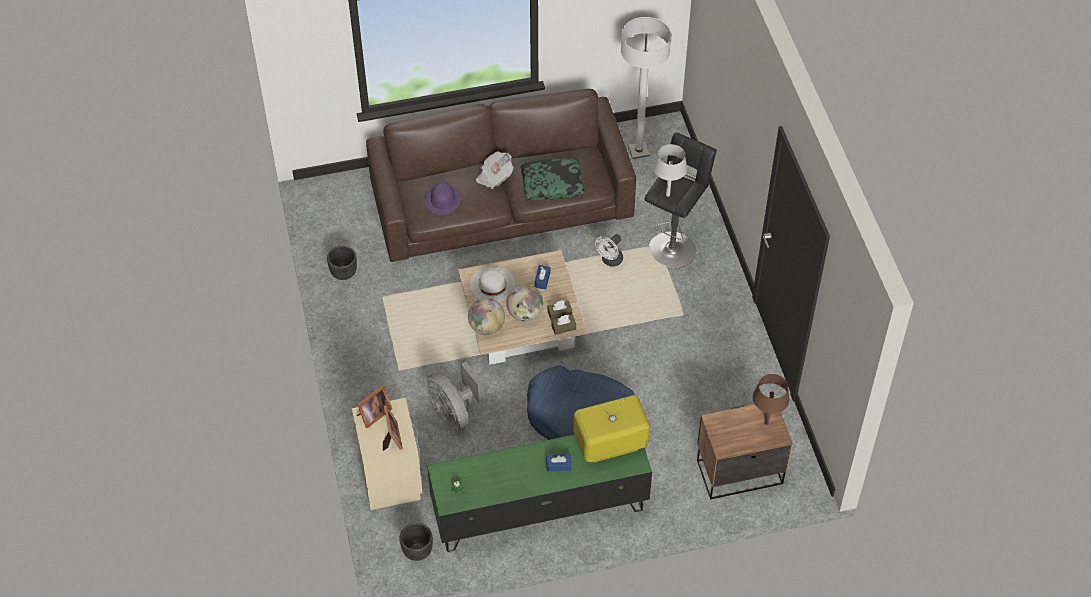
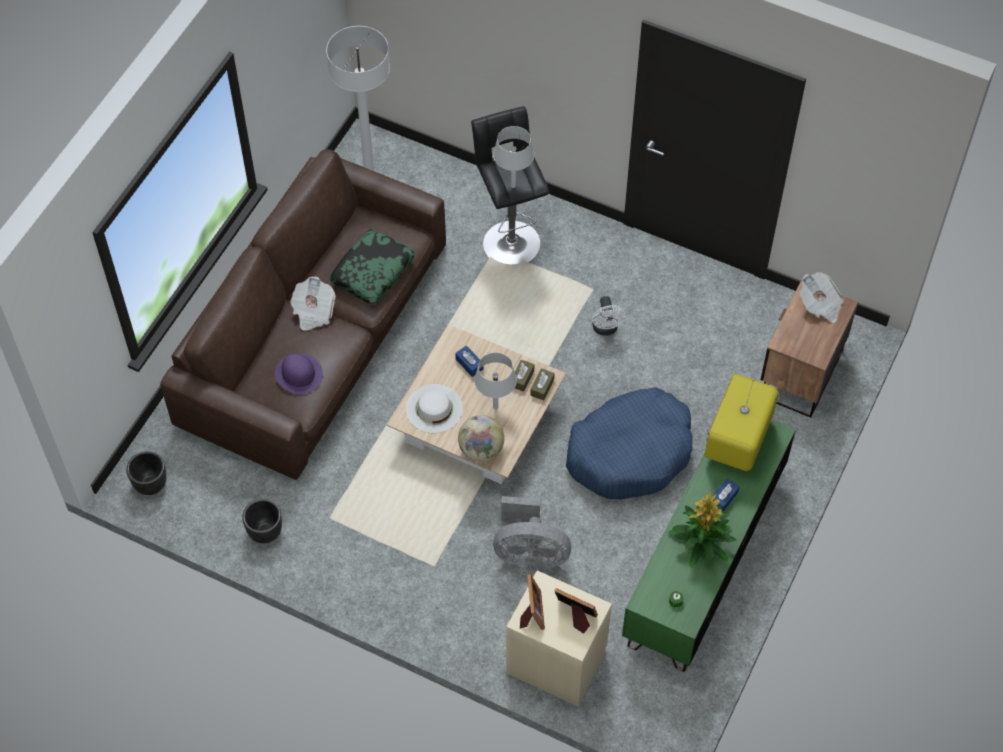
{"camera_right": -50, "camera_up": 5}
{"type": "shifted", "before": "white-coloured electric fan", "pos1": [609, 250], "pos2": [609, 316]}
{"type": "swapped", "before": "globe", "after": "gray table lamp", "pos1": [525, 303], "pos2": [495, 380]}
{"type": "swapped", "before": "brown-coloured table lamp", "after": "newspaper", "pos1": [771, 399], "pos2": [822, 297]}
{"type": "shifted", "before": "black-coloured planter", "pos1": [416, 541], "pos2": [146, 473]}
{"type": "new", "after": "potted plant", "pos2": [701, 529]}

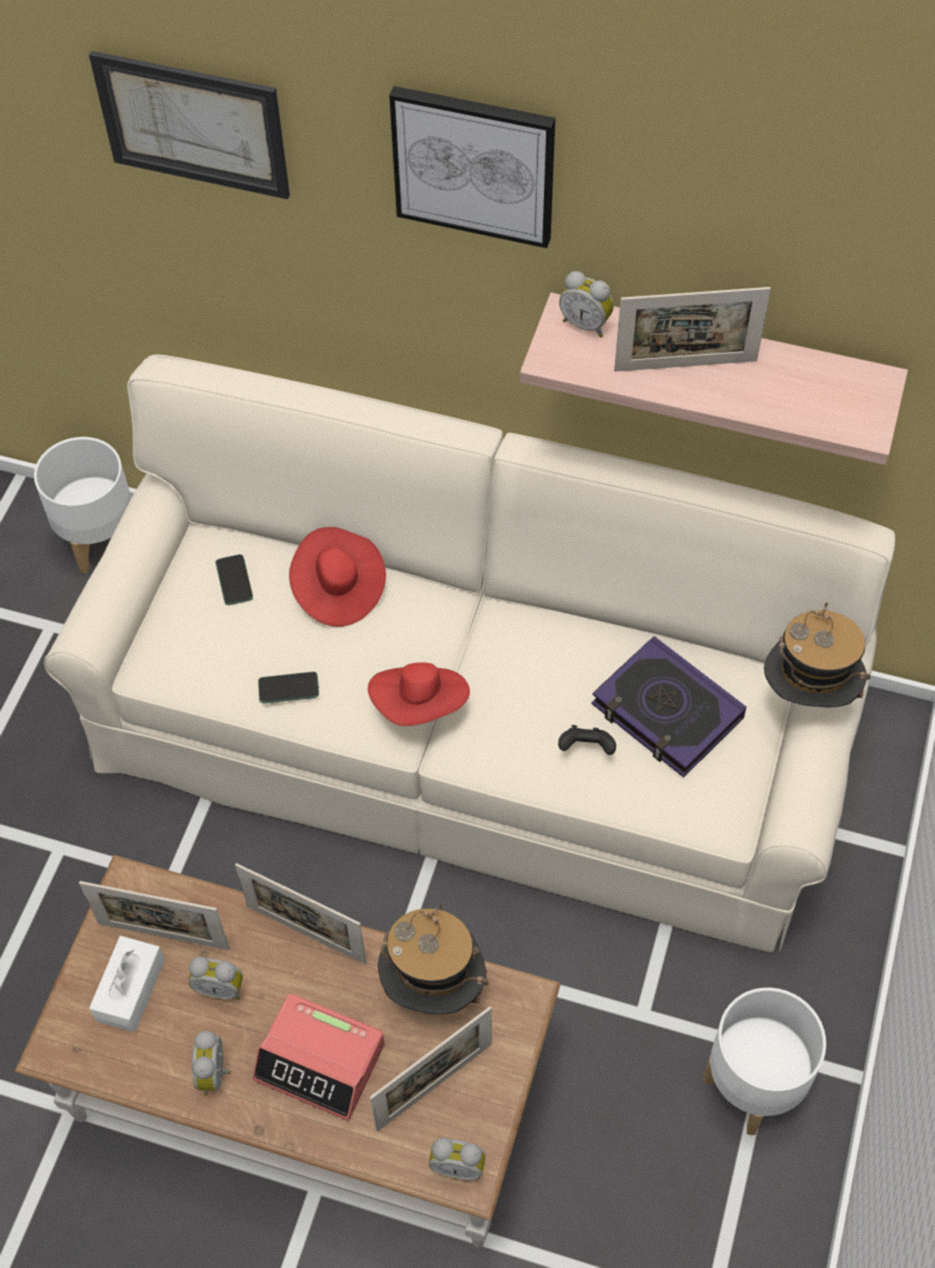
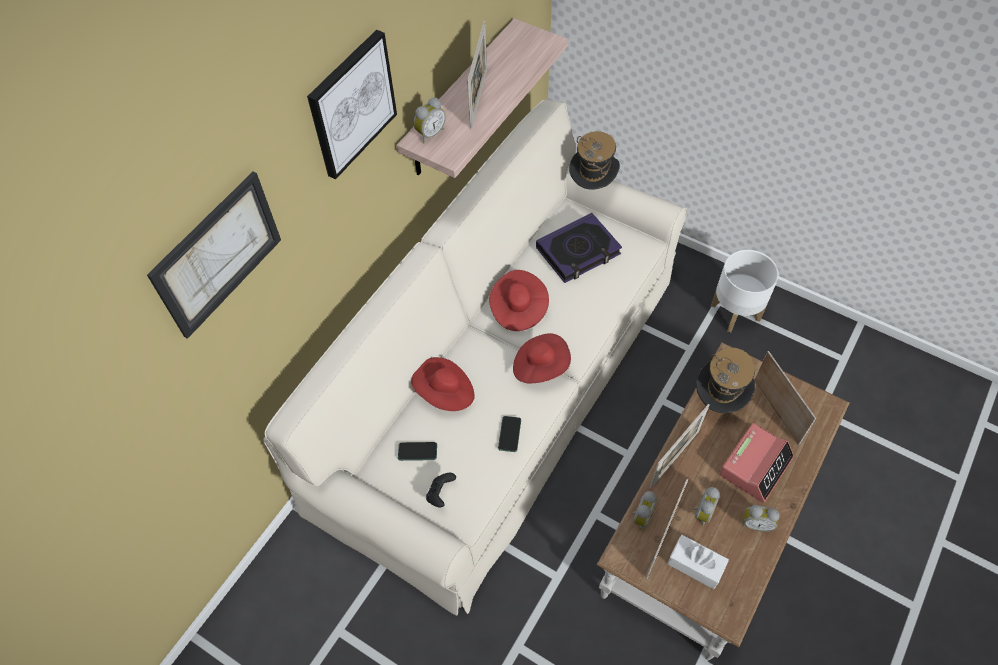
{"camera_right": -75, "camera_up": 0}
{"type": "gone", "before": "white-coloured planter", "pos1": [82, 505]}
{"type": "shifted", "before": "black-coloured game controller", "pos1": [587, 740], "pos2": [441, 490]}
{"type": "shifted", "before": "bedside clock", "pos1": [457, 1159], "pos2": [644, 510]}
{"type": "new", "after": "reddish wearable hat", "pos2": [519, 300]}

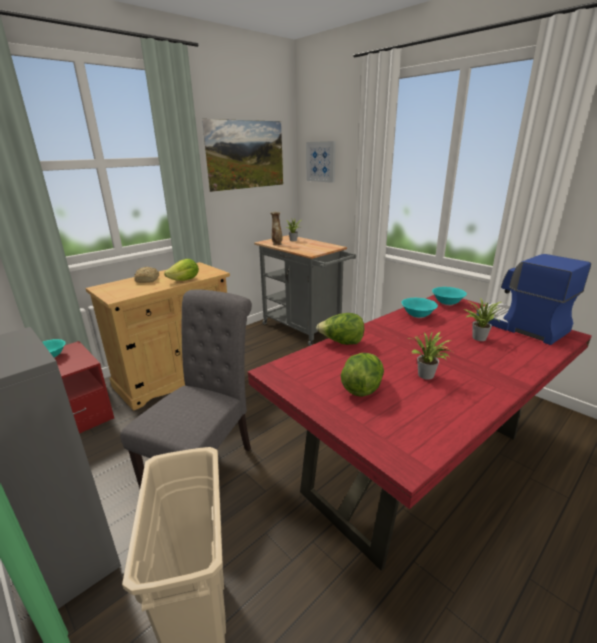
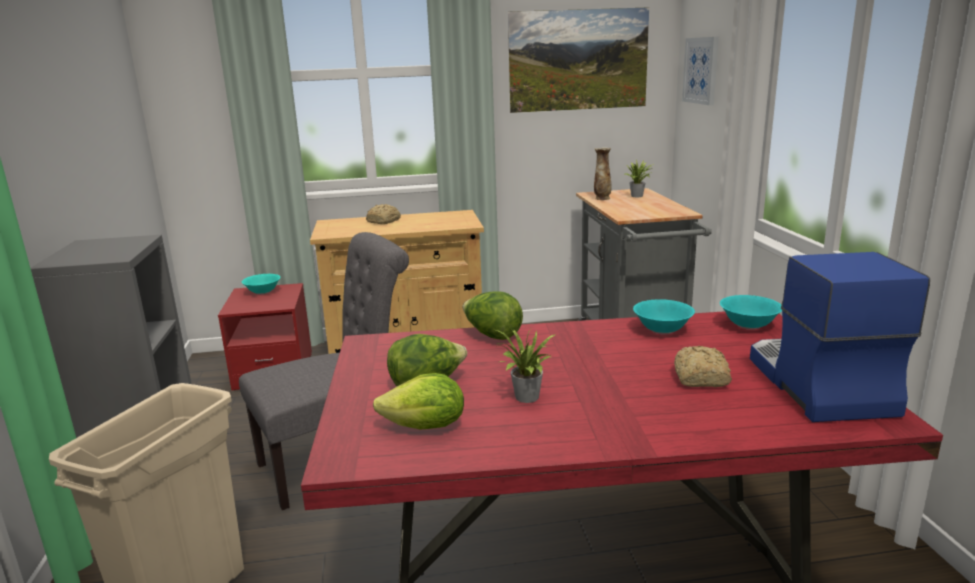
{"camera_right": 35, "camera_up": -5}
{"type": "shifted", "before": "lettuce head", "pos1": [181, 270], "pos2": [418, 401]}
{"type": "swapped", "before": "potted plant", "after": "baked bread", "pos1": [482, 319], "pos2": [703, 366]}

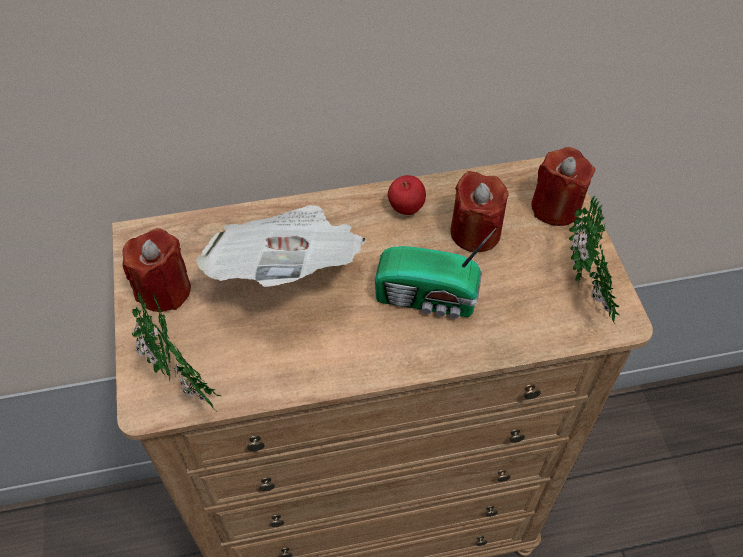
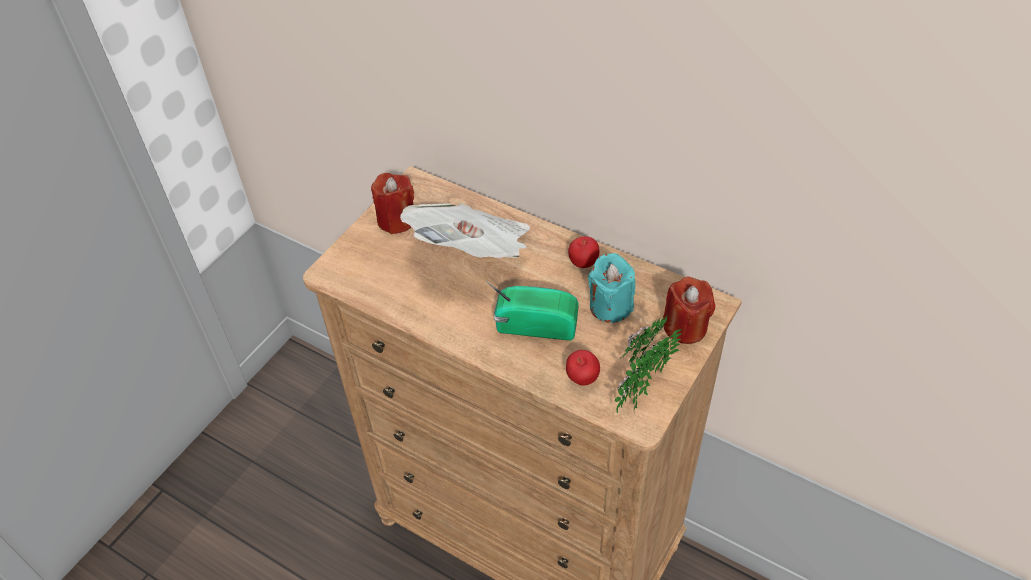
{"camera_right": 45, "camera_up": -5}
{"type": "repainted", "before": "reddish wax light", "after": "turquoise wax light", "pos1": [480, 211], "pos2": [612, 288]}
{"type": "rotated", "before": "radio set", "pos1": [435, 273], "pos2": [532, 311], "turn": 135}
{"type": "gone", "before": "potted plant", "pos1": [177, 352]}
{"type": "new", "after": "whole apple", "pos2": [583, 367]}

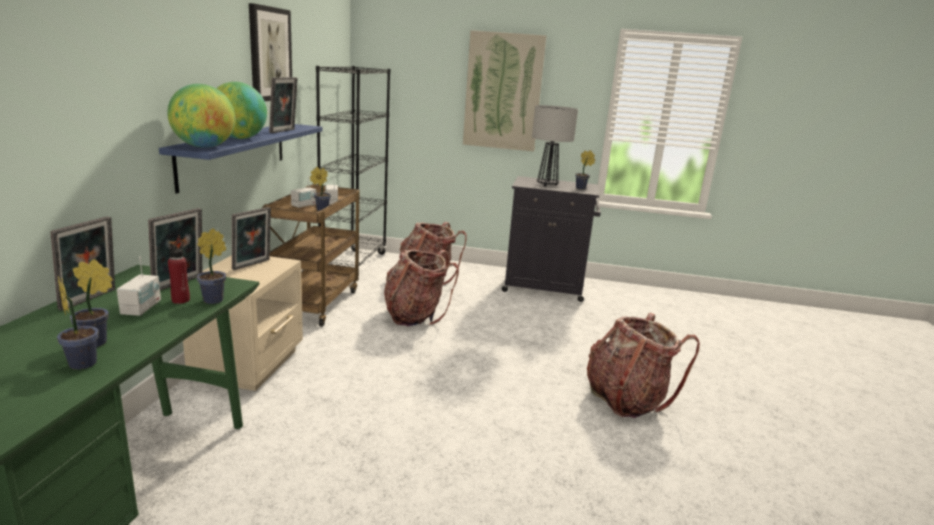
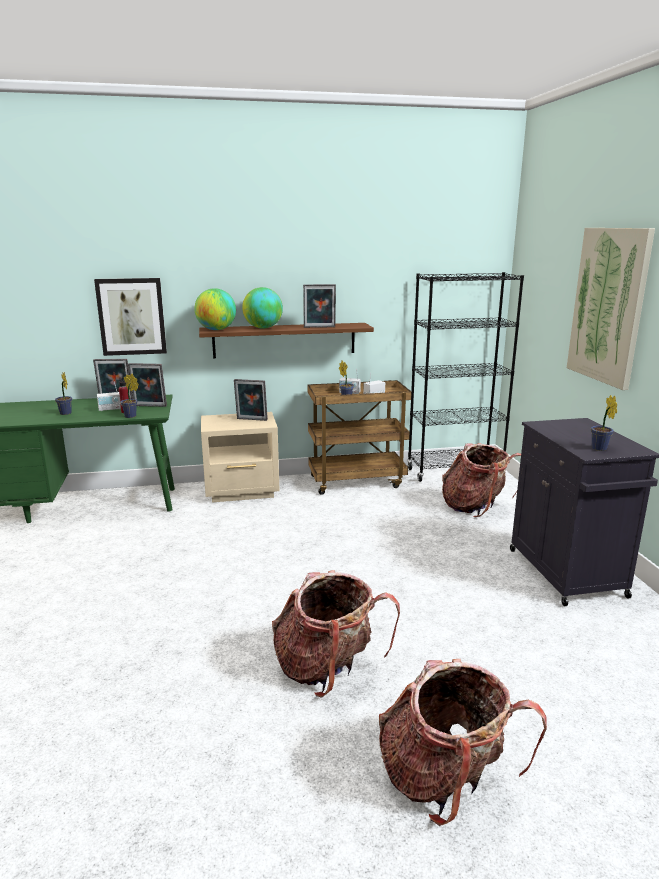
{"camera_right": 70, "camera_up": 0}
{"type": "shifted", "before": "picture", "pos1": [270, 52], "pos2": [130, 317]}
{"type": "gone", "before": "table lamp", "pos1": [555, 146]}
{"type": "repainted", "before": "blue wall shelf", "after": "brown-coloured wall shelf", "pos1": [240, 158], "pos2": [286, 340]}
{"type": "shifted", "before": "knapsack", "pos1": [421, 288], "pos2": [463, 742]}
{"type": "gone", "before": "potted plant", "pos1": [78, 323]}

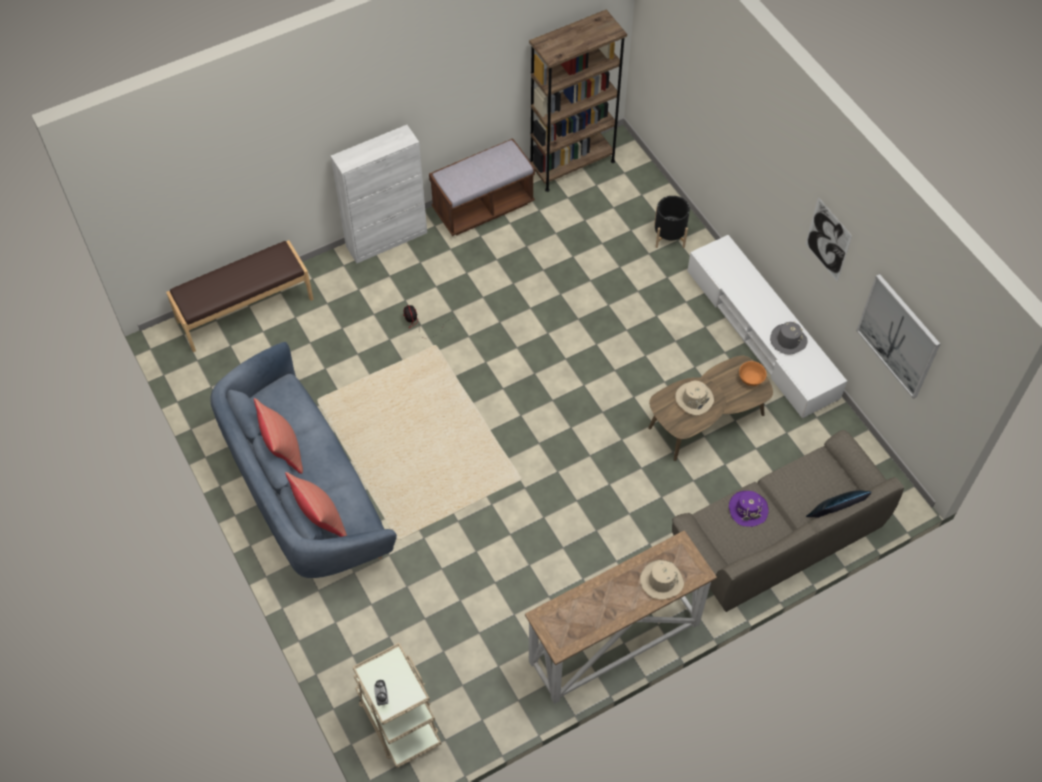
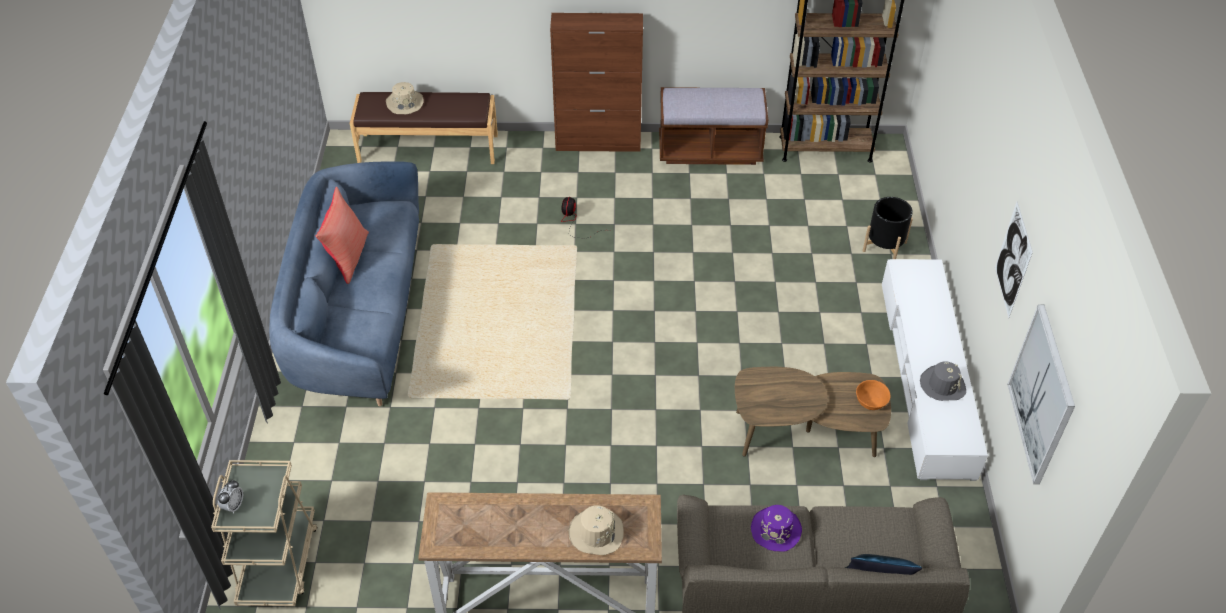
{"camera_right": 30, "camera_up": -10}
{"type": "repainted", "before": "white-coloured cabinet", "after": "brown-coloured cabinet", "pos1": [379, 194], "pos2": [596, 82]}
{"type": "shifted", "before": "sand-coloured wearable hat", "pos1": [694, 398], "pos2": [405, 98]}
{"type": "gone", "before": "reddish throw pillow", "pos1": [316, 504]}

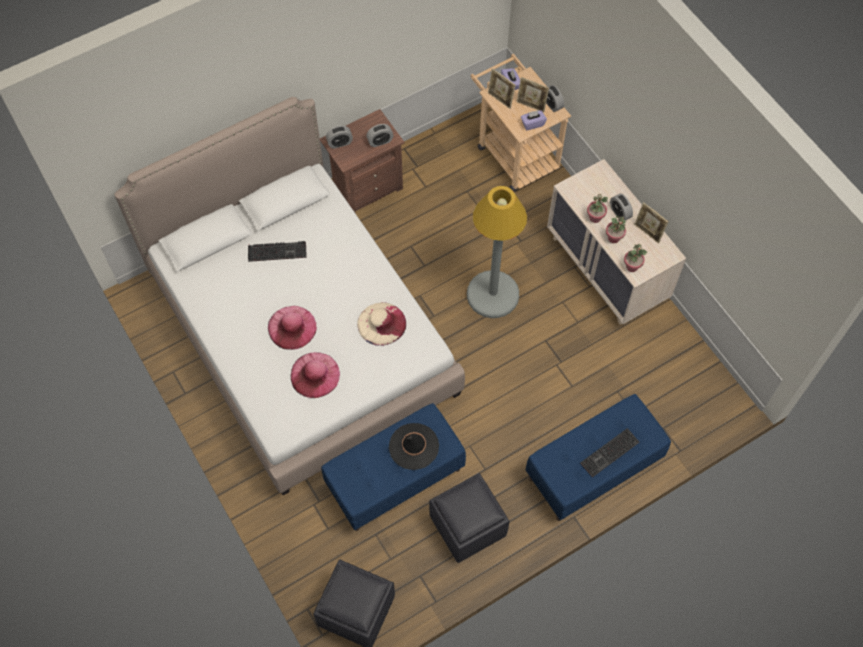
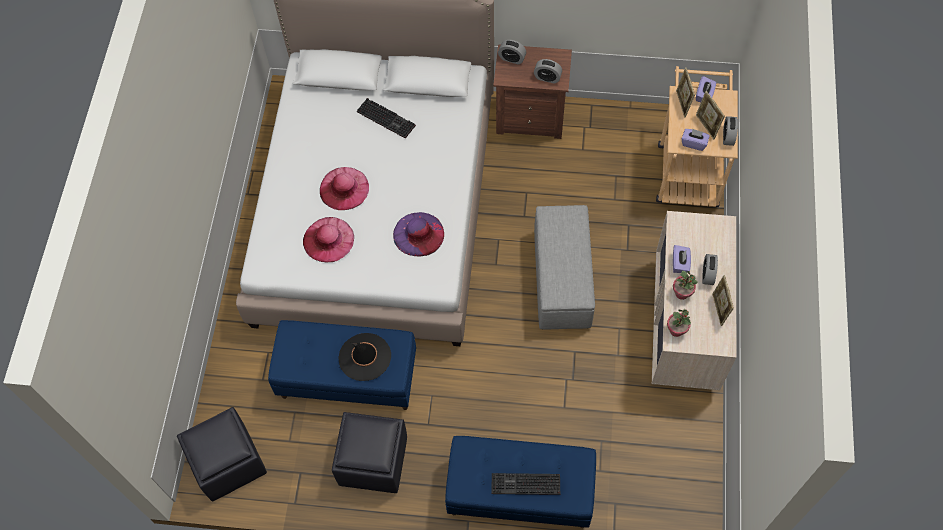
{"camera_right": 40, "camera_up": 0}
{"type": "swapped", "before": "gray floor lamp", "after": "gray footrest", "pos1": [497, 252], "pos2": [564, 267]}
{"type": "swapped", "before": "potted plant", "after": "purplish box of tissues", "pos1": [597, 208], "pos2": [682, 259]}
{"type": "repainted", "before": "sand-coloured wearable hat", "after": "purplish wearable hat", "pos1": [381, 324], "pos2": [418, 234]}

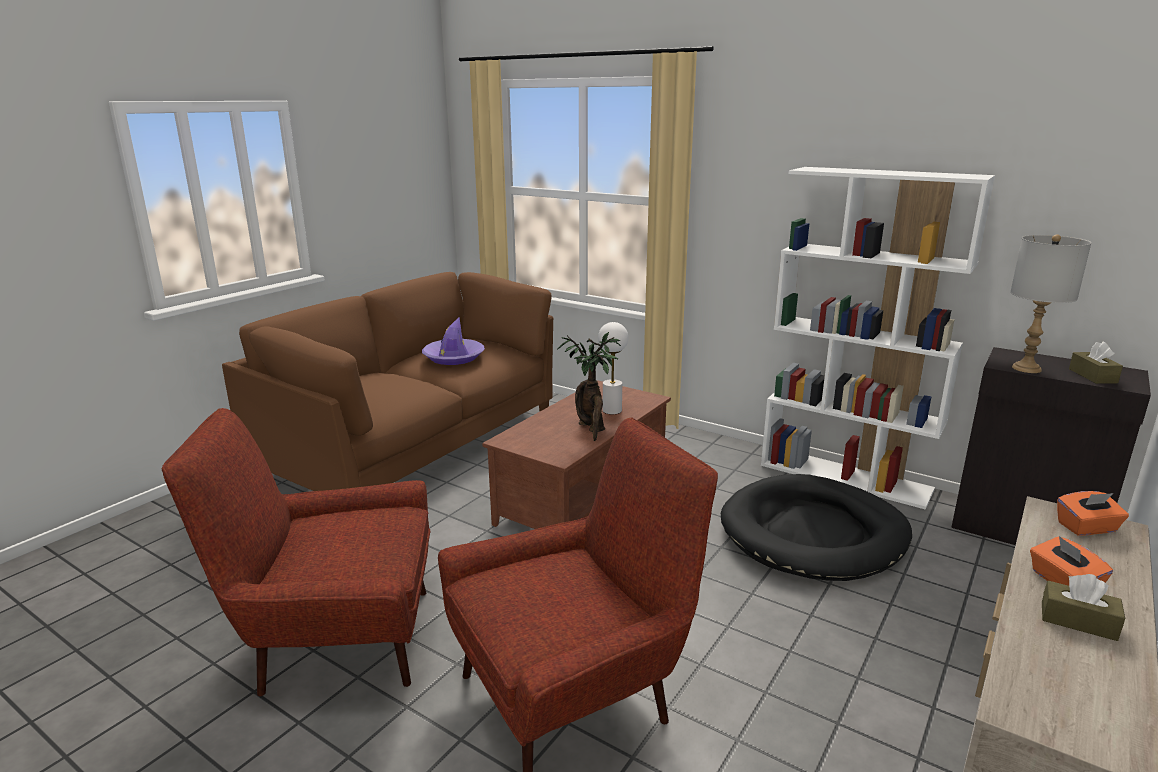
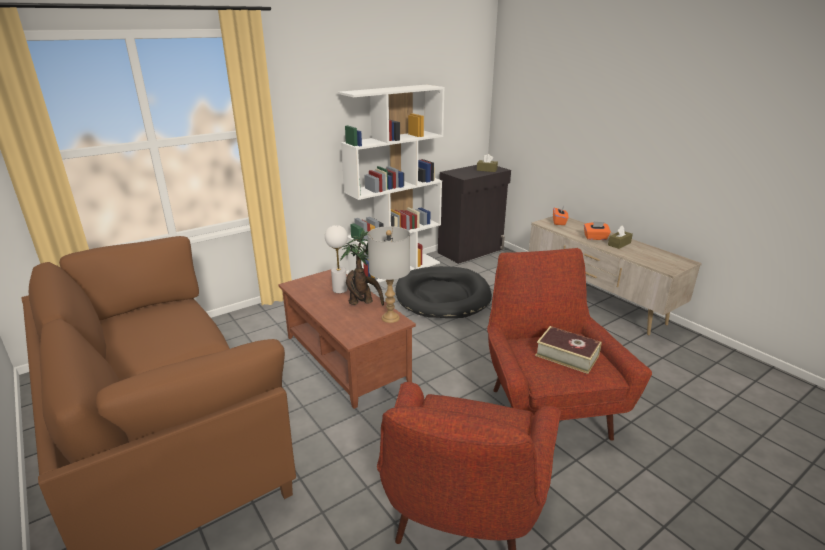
{"camera_right": -70, "camera_up": 5}
{"type": "shifted", "before": "gray table lamp", "pos1": [1050, 303], "pos2": [388, 274]}
{"type": "gone", "before": "purplish wearable hat", "pos1": [453, 341]}
{"type": "new", "after": "book", "pos2": [568, 350]}

